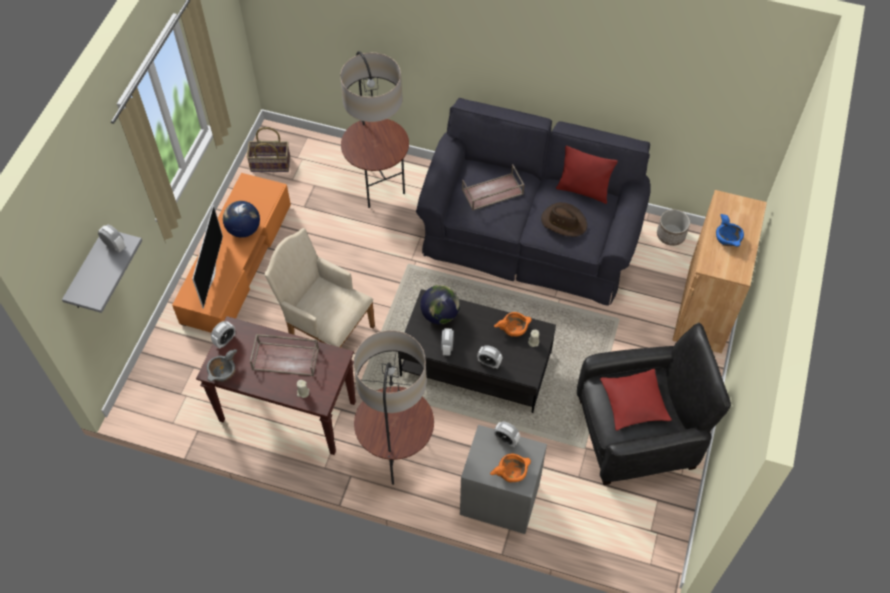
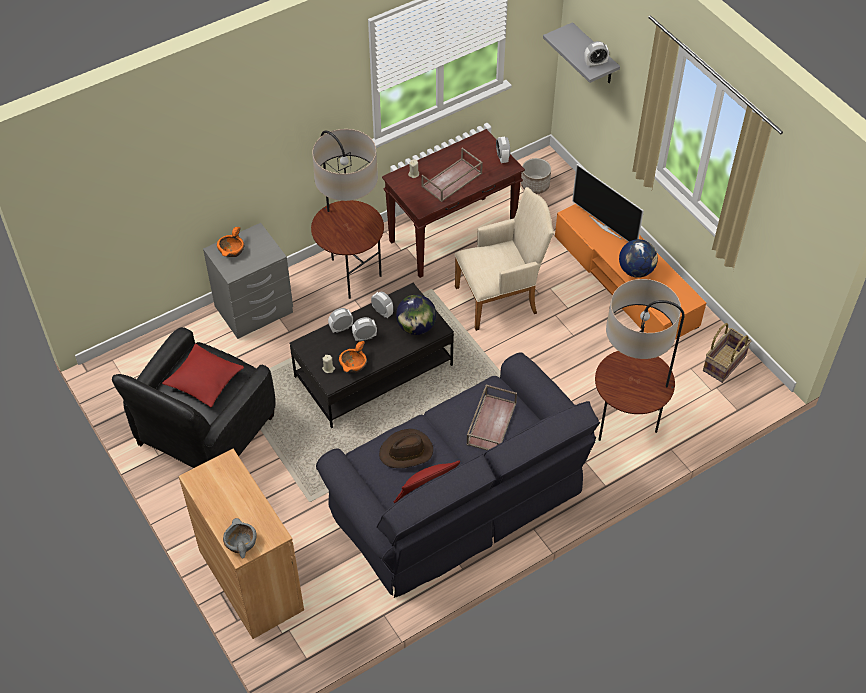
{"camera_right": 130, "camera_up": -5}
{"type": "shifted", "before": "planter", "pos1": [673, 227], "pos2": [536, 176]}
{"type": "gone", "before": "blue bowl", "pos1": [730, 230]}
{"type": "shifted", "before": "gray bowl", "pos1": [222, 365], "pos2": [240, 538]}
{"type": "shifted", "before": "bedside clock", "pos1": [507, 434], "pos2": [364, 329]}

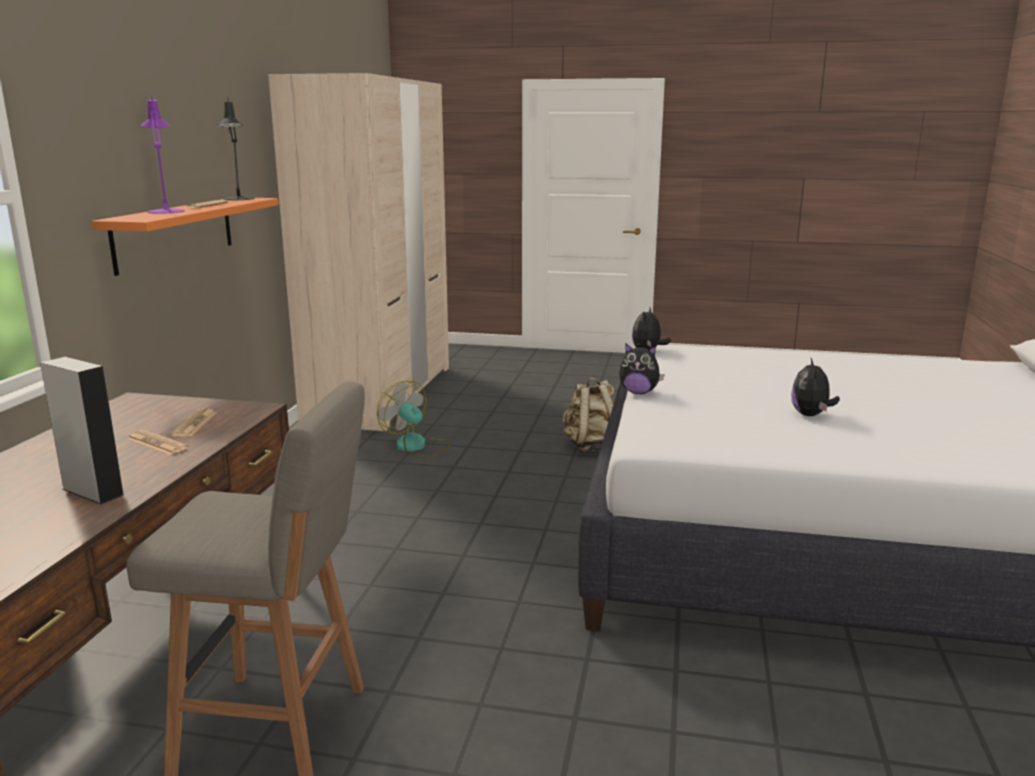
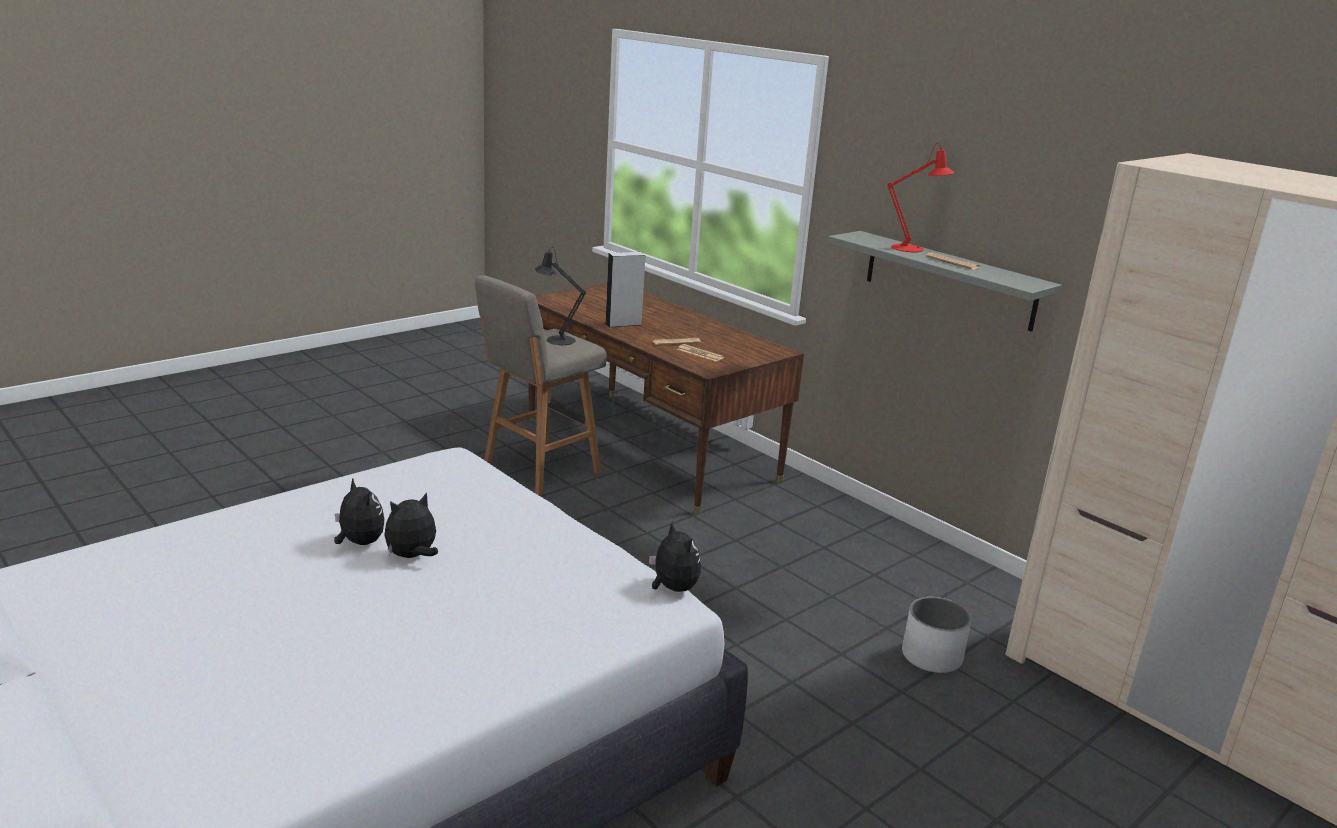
{"camera_right": 125, "camera_up": 5}
{"type": "repainted", "before": "purplish table lamp", "after": "reddish table lamp", "pos1": [163, 153], "pos2": [920, 197]}
{"type": "shifted", "before": "black-coloured table lamp", "pos1": [236, 148], "pos2": [560, 296]}
{"type": "repainted", "before": "orange wall shelf", "after": "gray wall shelf", "pos1": [184, 237], "pos2": [945, 281]}
{"type": "shifted", "before": "plush toy", "pos1": [642, 368], "pos2": [411, 525]}
{"type": "gone", "before": "sand-coloured knapsack", "pos1": [588, 414]}
{"type": "swapped", "before": "electric fan", "after": "white-coloured planter", "pos1": [414, 419], "pos2": [936, 635]}

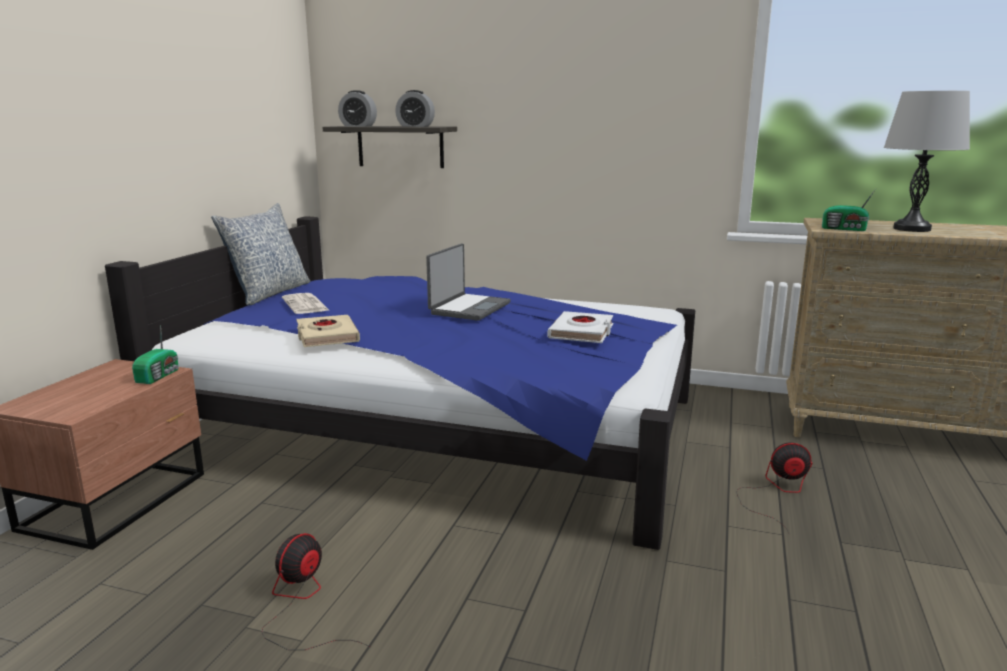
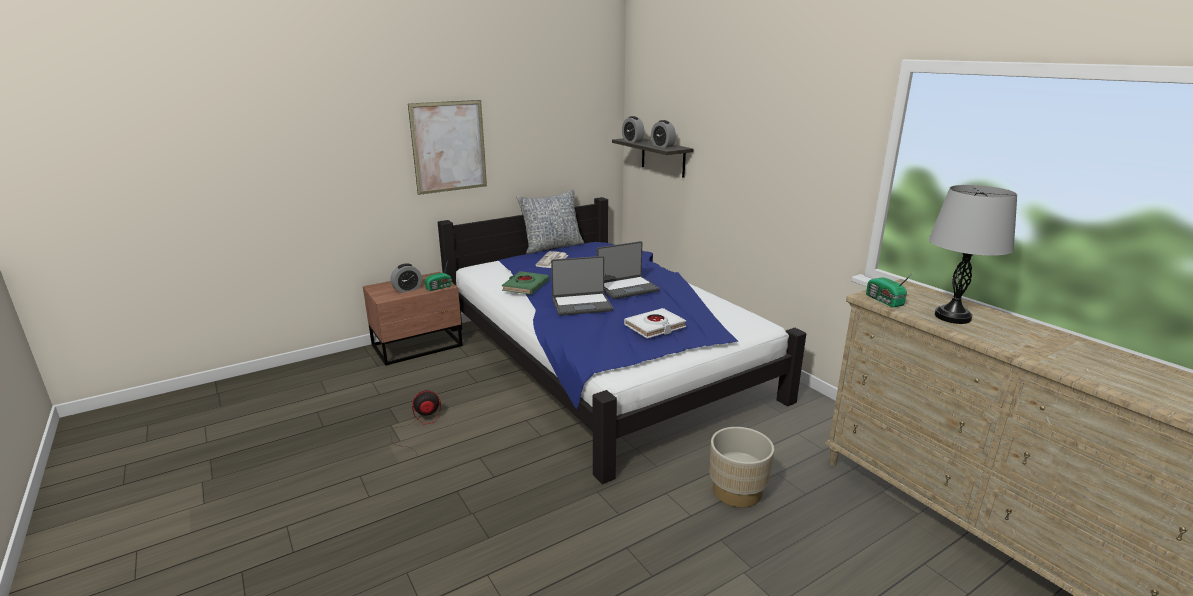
{"camera_right": 40, "camera_up": 5}
{"type": "repainted", "before": "sand-coloured book", "after": "greenish book", "pos1": [328, 331], "pos2": [525, 283]}
{"type": "swapped", "before": "electric fan", "after": "sand-coloured planter", "pos1": [774, 489], "pos2": [742, 467]}
{"type": "new", "after": "picture", "pos2": [447, 147]}
{"type": "new", "after": "laptop", "pos2": [582, 286]}
{"type": "new", "after": "bedside clock", "pos2": [406, 278]}

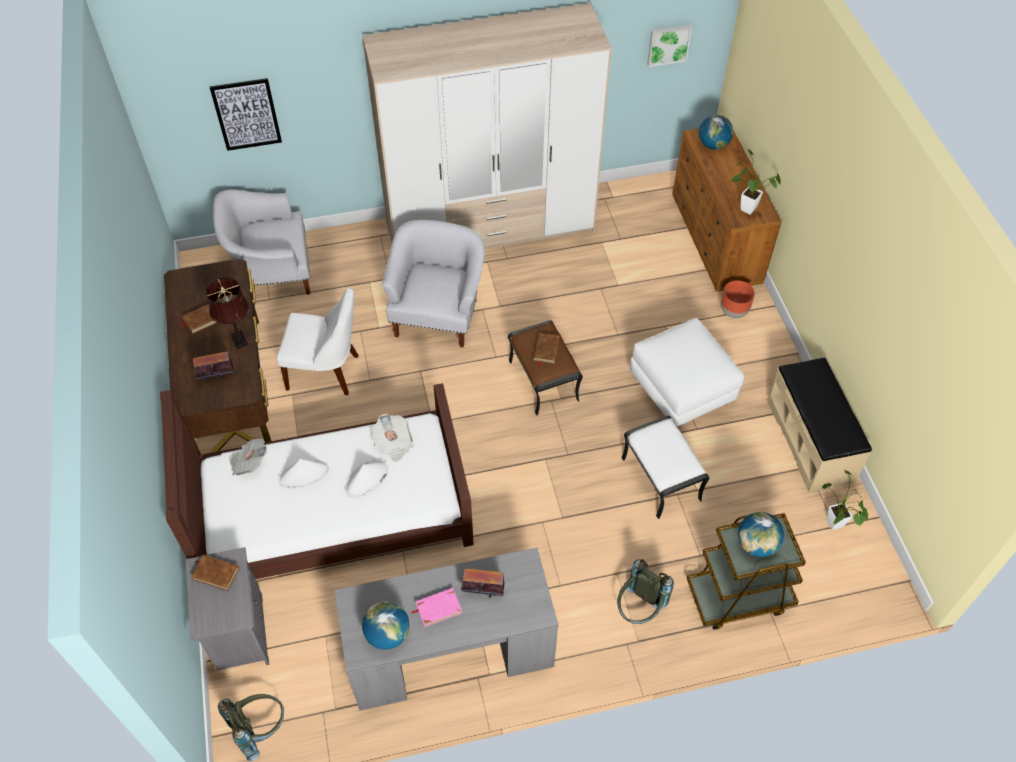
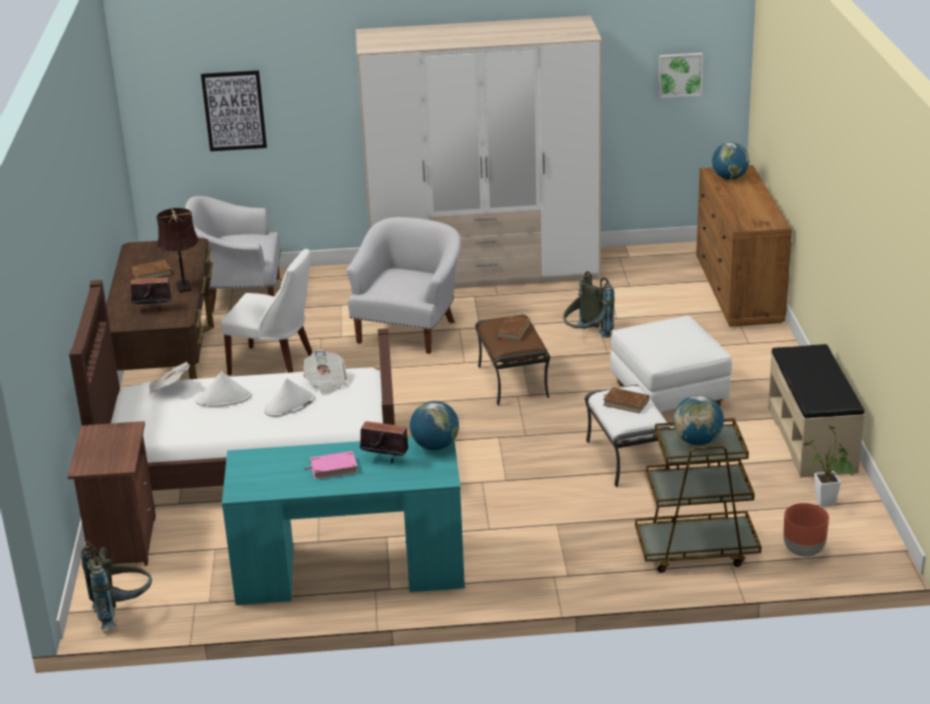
{"camera_right": 10, "camera_up": -25}
{"type": "gone", "before": "potted plant", "pos1": [756, 182]}
{"type": "shifted", "before": "brown-coloured planter", "pos1": [738, 299], "pos2": [806, 530]}
{"type": "repainted", "before": "gray nightstand", "after": "brown-coloured nightstand", "pos1": [227, 608], "pos2": [112, 493]}
{"type": "repainted", "before": "gray desk table", "after": "turquoise desk table", "pos1": [446, 629], "pos2": [343, 521]}
{"type": "shifted", "before": "brown-coloured book", "pos1": [215, 573], "pos2": [626, 400]}
{"type": "shifted", "before": "gray knapsack", "pos1": [645, 591], "pos2": [589, 304]}
{"type": "shifted", "before": "globe", "pos1": [385, 625], "pos2": [434, 425]}

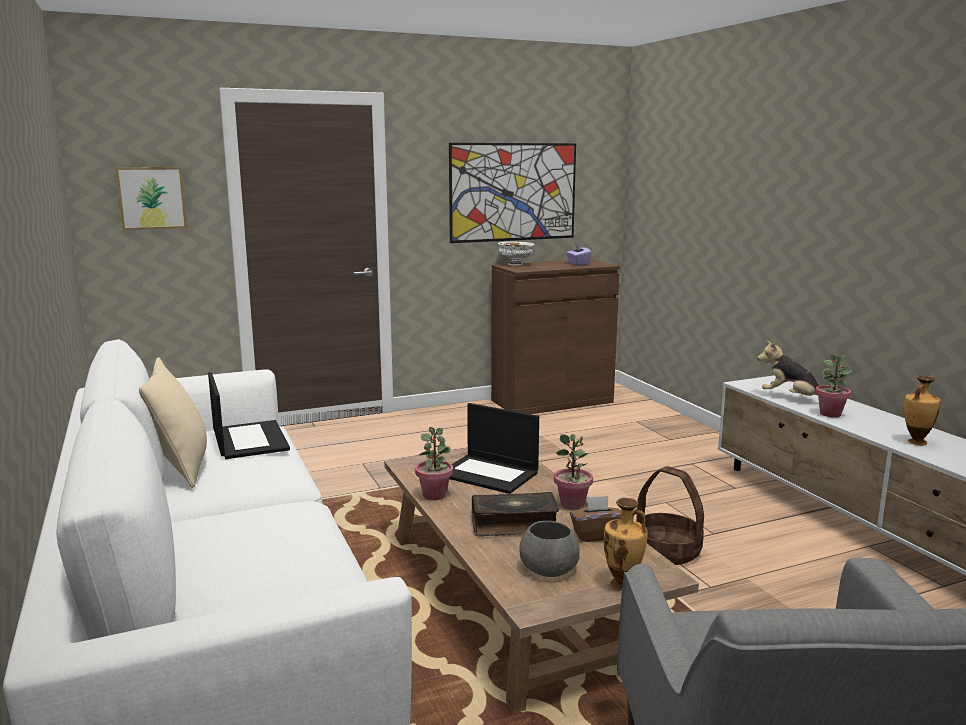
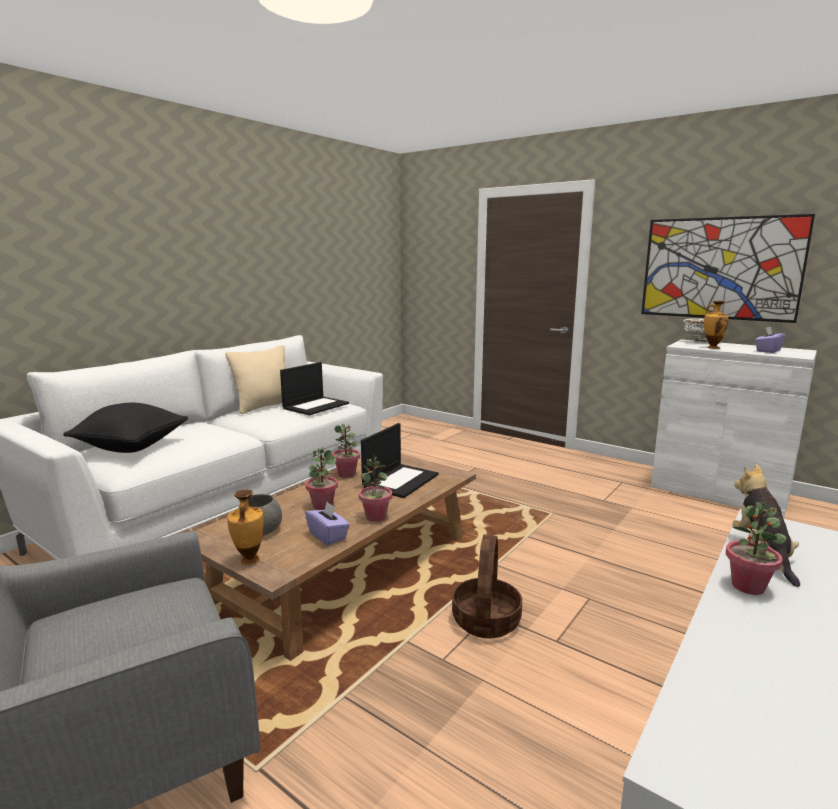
{"camera_right": 60, "camera_up": 0}
{"type": "gone", "before": "picture", "pos1": [151, 198]}
{"type": "repainted", "before": "brown-coloured cabinet", "after": "white-coloured cabinet", "pos1": [555, 336], "pos2": [734, 428]}
{"type": "shifted", "before": "decorative vase", "pos1": [922, 410], "pos2": [716, 324]}
{"type": "rotated", "before": "laptop", "pos1": [494, 448], "pos2": [400, 460], "turn": -150}
{"type": "swapped", "before": "book", "after": "potted plant", "pos1": [515, 514], "pos2": [322, 478]}
{"type": "repainted", "before": "brown-coloured box of tissues", "after": "purplish box of tissues", "pos1": [596, 519], "pos2": [327, 523]}
{"type": "new", "after": "black-coloured throw pillow", "pos2": [125, 428]}

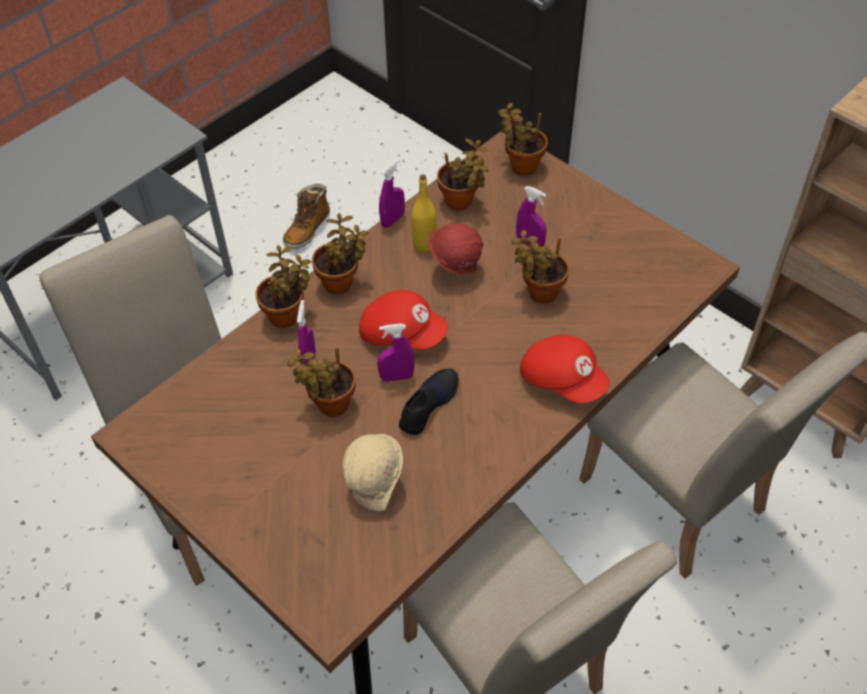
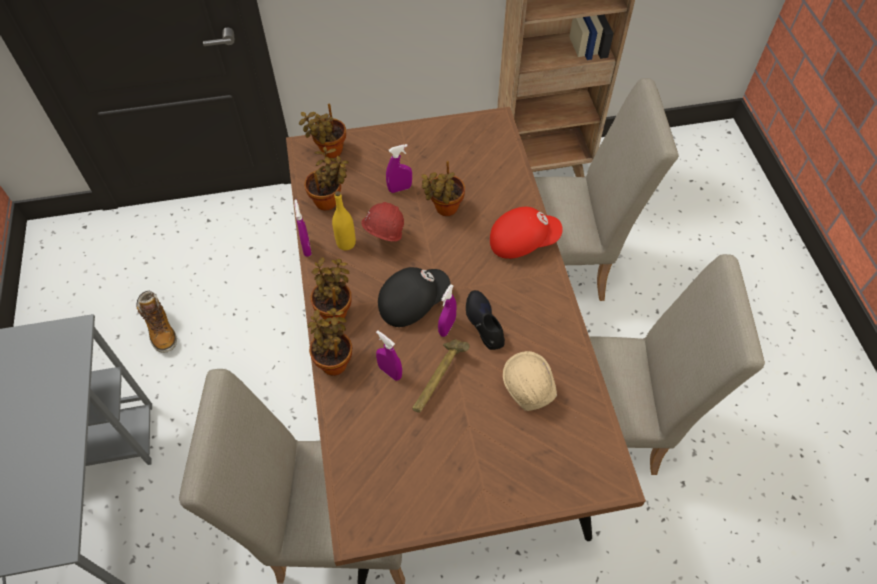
{"camera_right": -55, "camera_up": 5}
{"type": "repainted", "before": "reddish peaked cap", "after": "black-coloured peaked cap", "pos1": [403, 320], "pos2": [414, 297]}
{"type": "swapped", "before": "potted plant", "after": "hammer", "pos1": [321, 381], "pos2": [441, 376]}

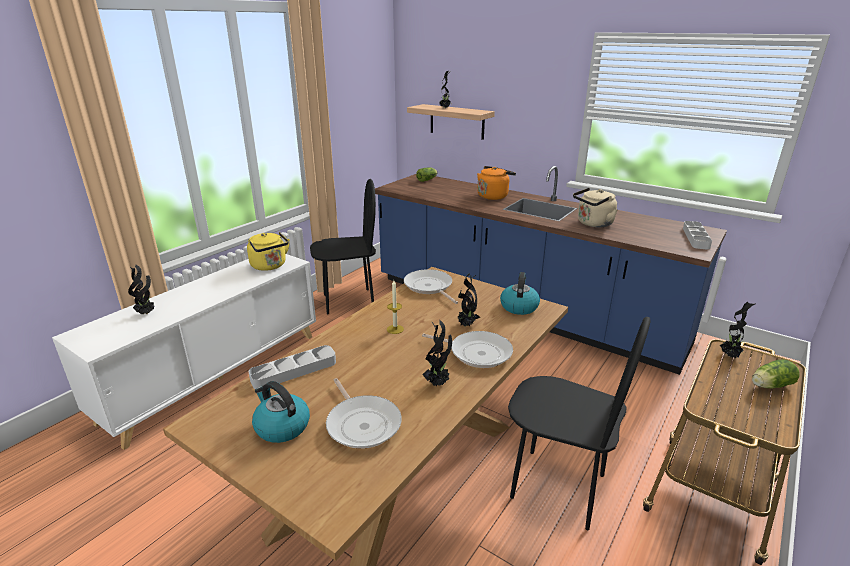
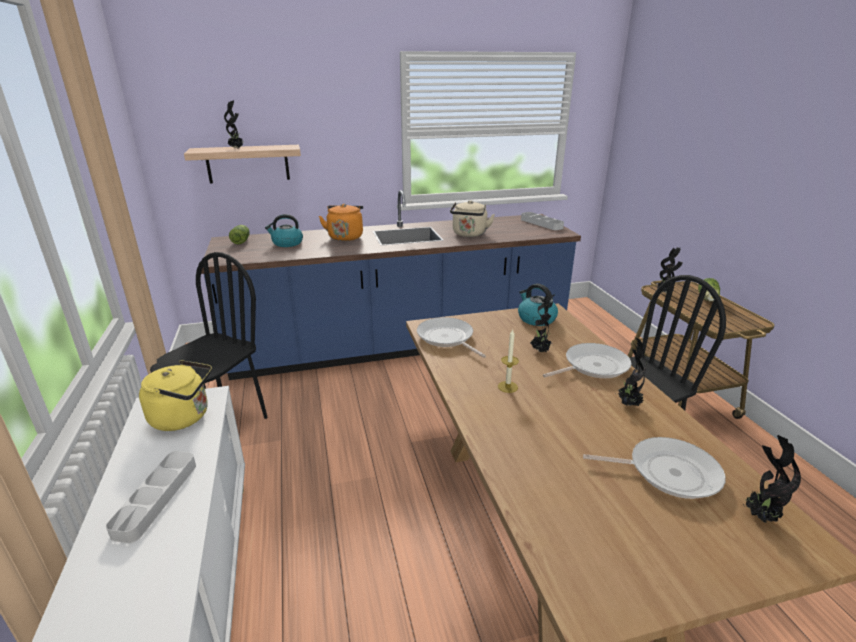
{"camera_right": -50, "camera_up": 0}
{"type": "shifted", "before": "potted plant", "pos1": [141, 289], "pos2": [772, 479]}
{"type": "rotated", "before": "pan", "pos1": [431, 286], "pos2": [451, 337], "turn": 45}
{"type": "shifted", "before": "gray serving tray", "pos1": [292, 367], "pos2": [151, 497]}
{"type": "shifted", "before": "tea kettle", "pos1": [281, 412], "pos2": [284, 230]}

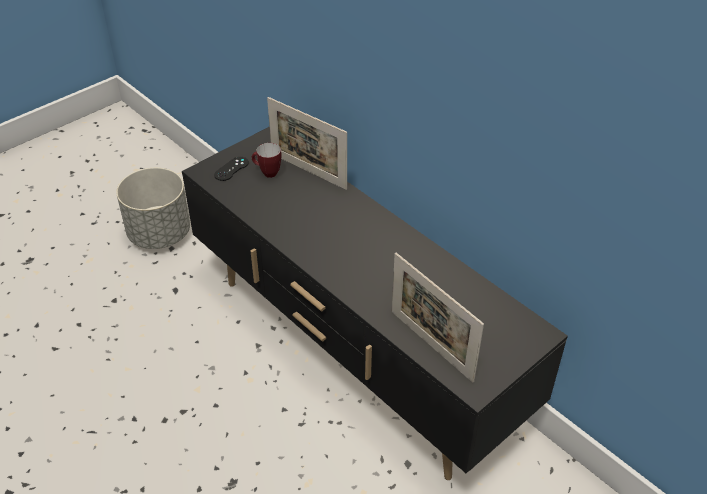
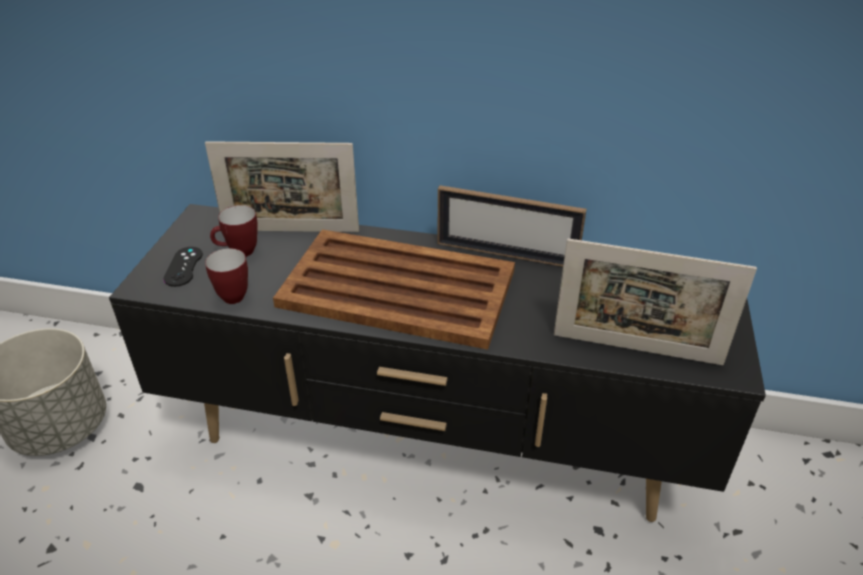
{"camera_right": -35, "camera_up": -5}
{"type": "new", "after": "photo frame", "pos2": [512, 226]}
{"type": "new", "after": "brown-coloured serving tray", "pos2": [394, 289]}
{"type": "new", "after": "mug", "pos2": [226, 276]}

